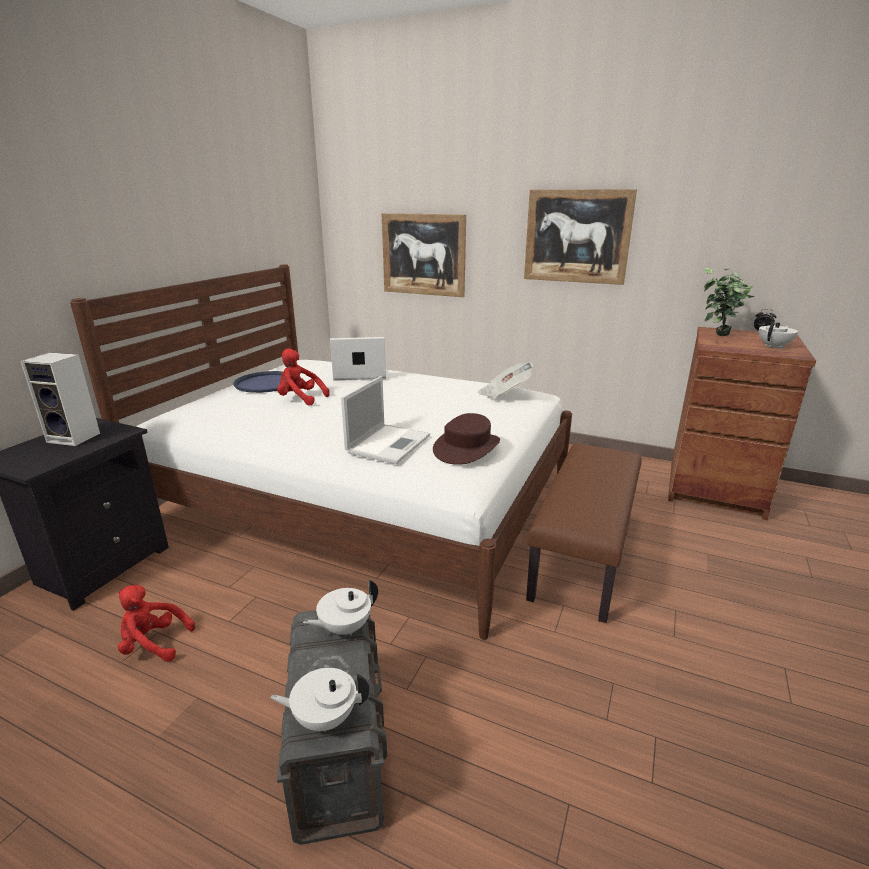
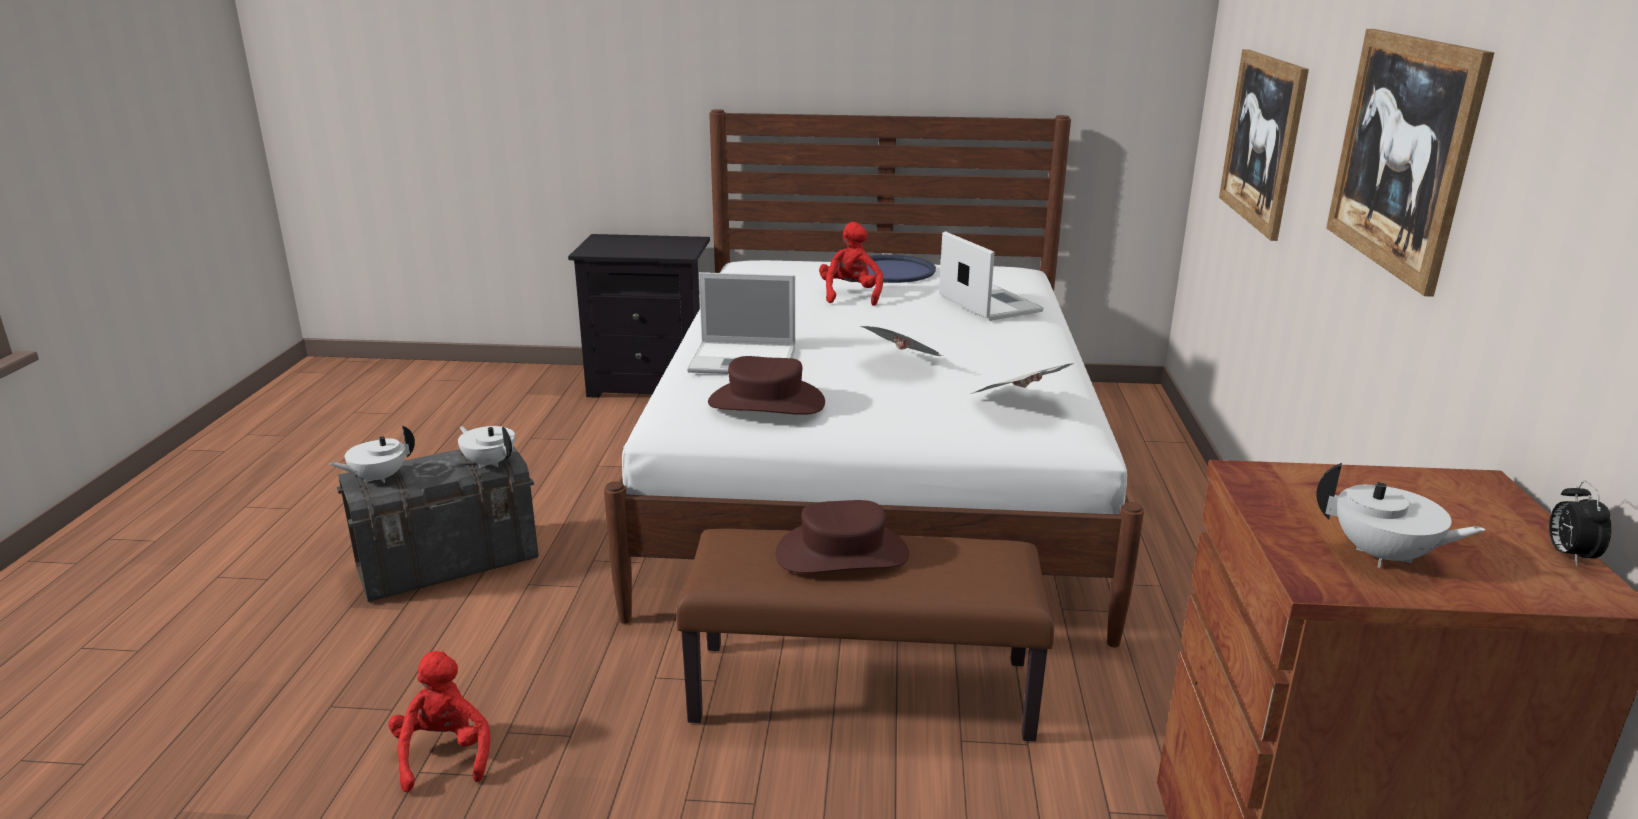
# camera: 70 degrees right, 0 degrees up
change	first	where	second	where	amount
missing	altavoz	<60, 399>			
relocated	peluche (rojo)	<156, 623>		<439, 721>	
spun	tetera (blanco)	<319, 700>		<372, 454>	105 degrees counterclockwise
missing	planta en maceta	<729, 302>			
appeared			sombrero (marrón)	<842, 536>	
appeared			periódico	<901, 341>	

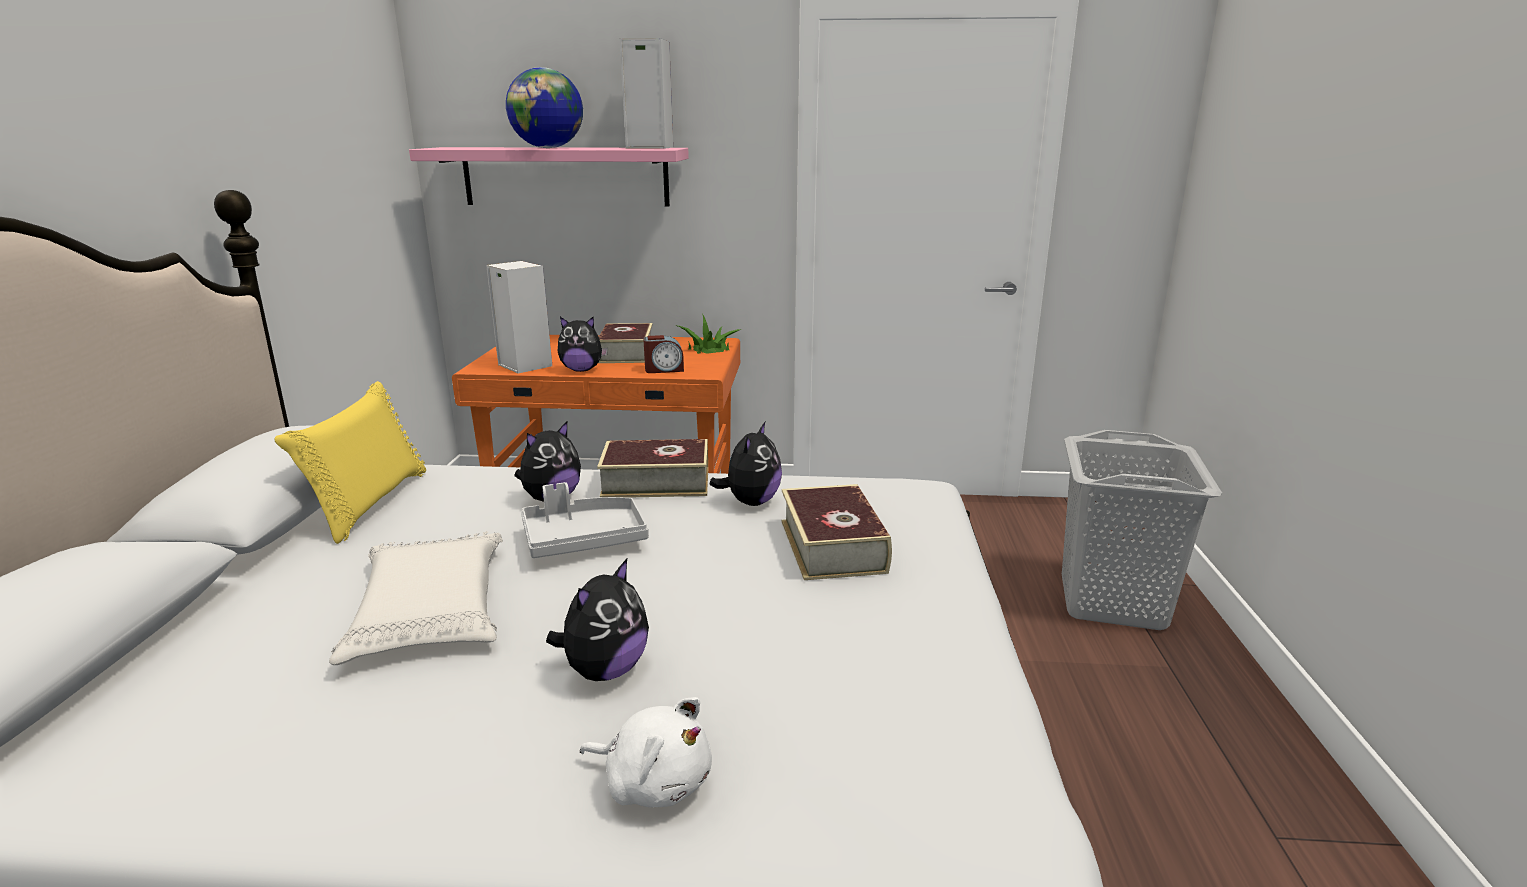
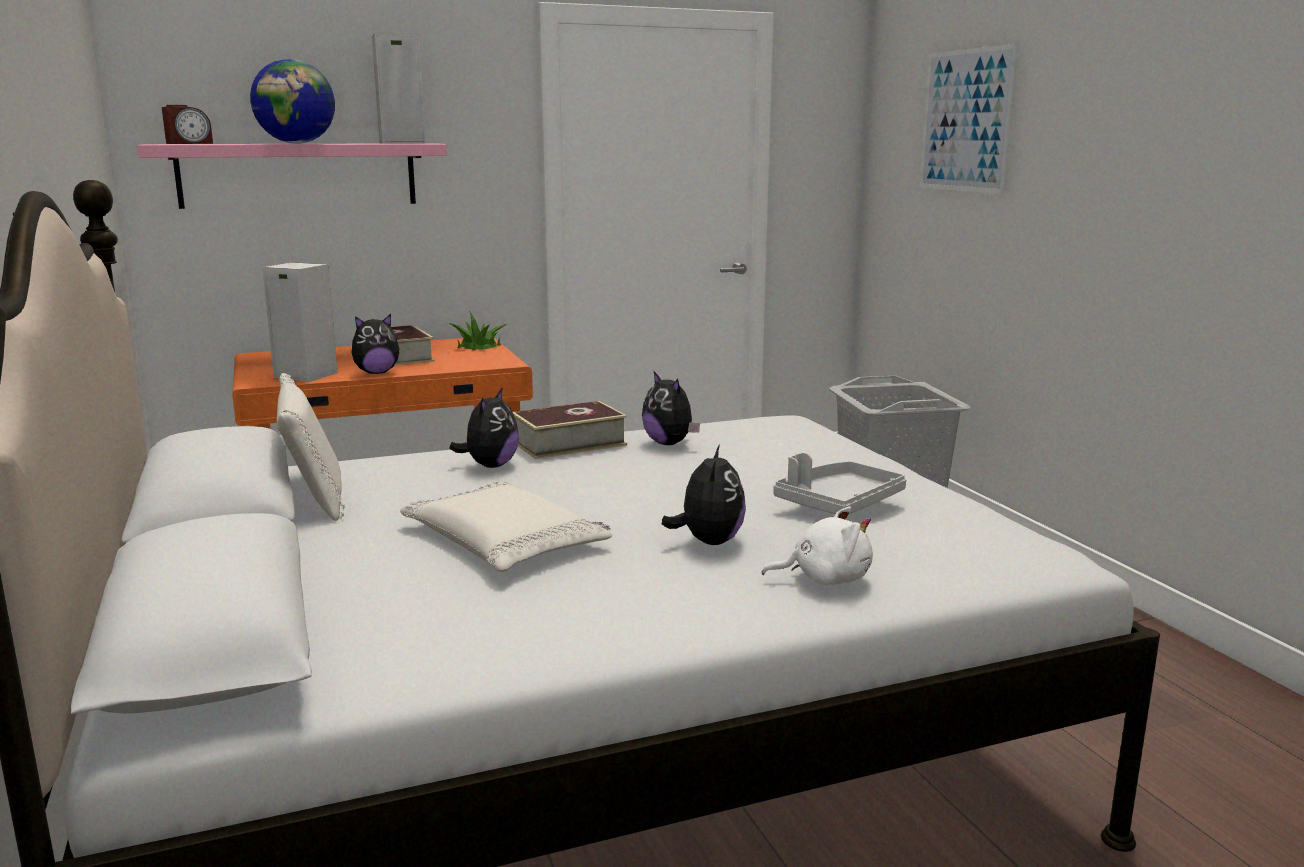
# camera: 25 degrees left, 5 degrees down
change	first	where	second	where	amount
colour	cojín (amarillo)	<350, 462>	cojín (blanco)	<311, 447>	
relocated	bandeja (gris)	<585, 520>		<840, 483>	
relocated	despertador	<663, 354>		<187, 124>	
spun	peluche	<746, 464>		<671, 408>	150 degrees clockwise
missing	libro	<836, 532>			
appeared			cuadro	<969, 118>	

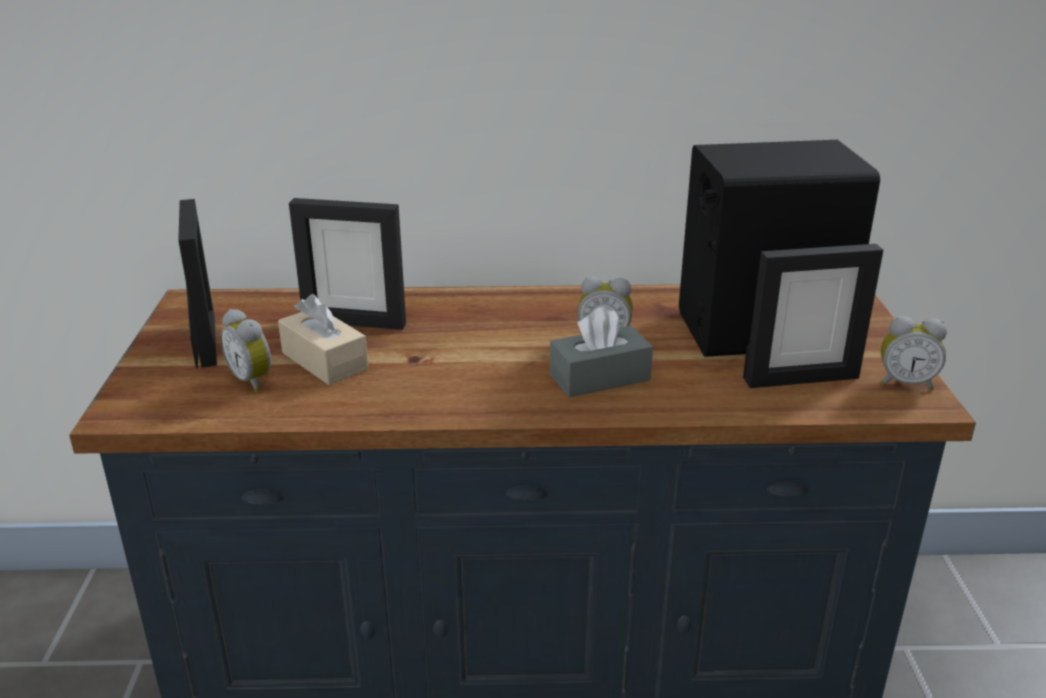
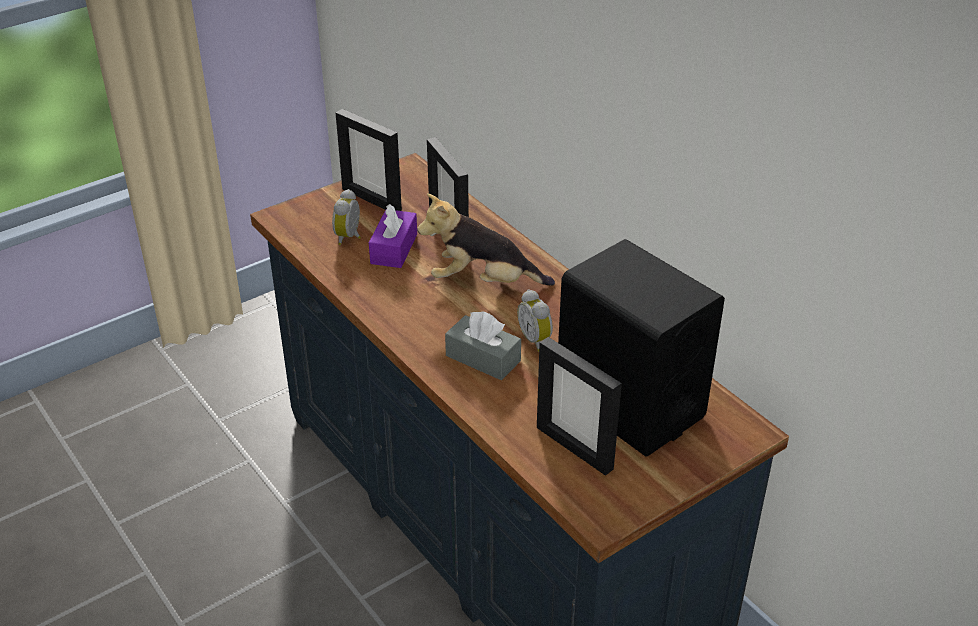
# camera: 55 degrees right, 10 degrees up
change	first	where	second	where	amount
spun	portarretratos	<197, 283>		<369, 160>	90 degrees clockwise
colour	caja de pañuelos (beis)	<323, 339>	caja de pañuelos (morado)	<393, 236>	
missing	despertador	<914, 353>			
appeared			peluche	<486, 239>	

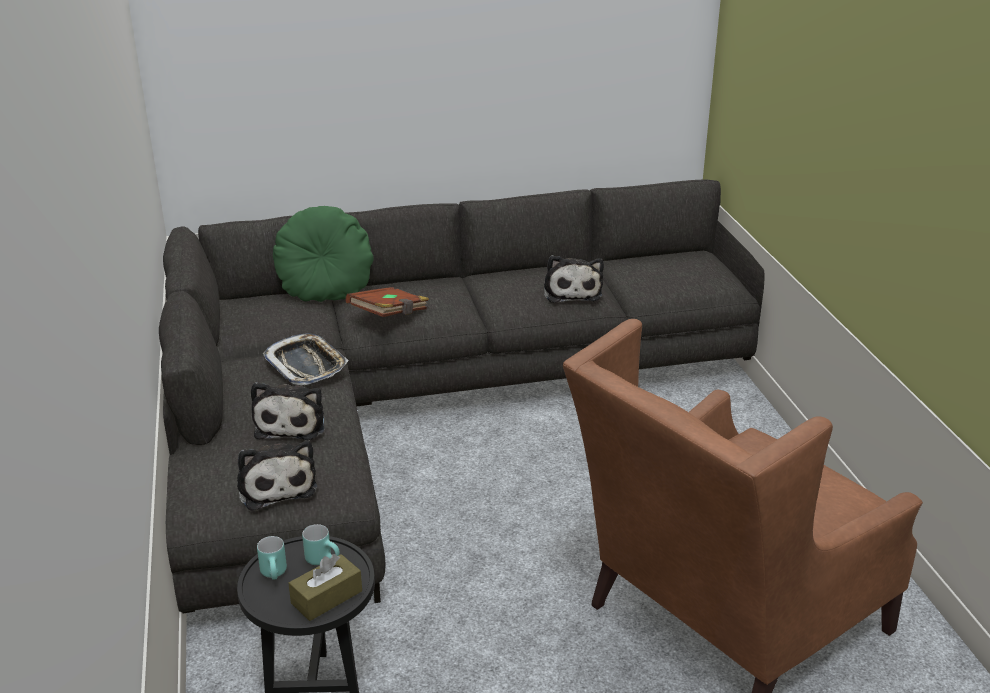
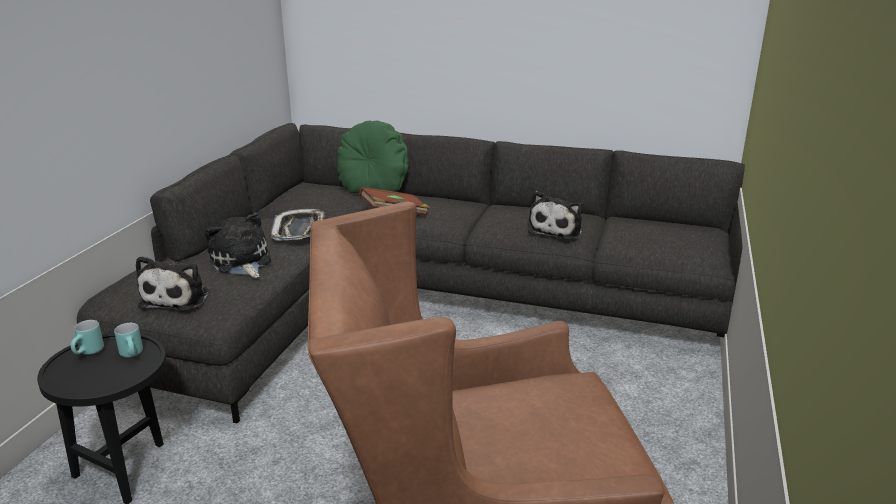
# camera: 30 degrees right, 5 degrees down
change	first	where	second	where	amount
spun	peluche	<287, 411>		<238, 245>	120 degrees clockwise
missing	caja de pañuelos (marrón)	<325, 587>			

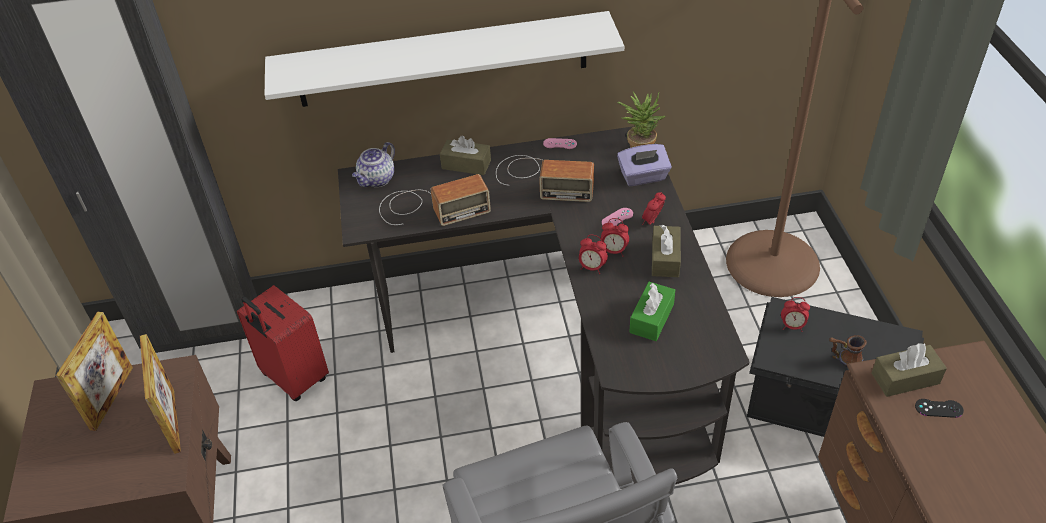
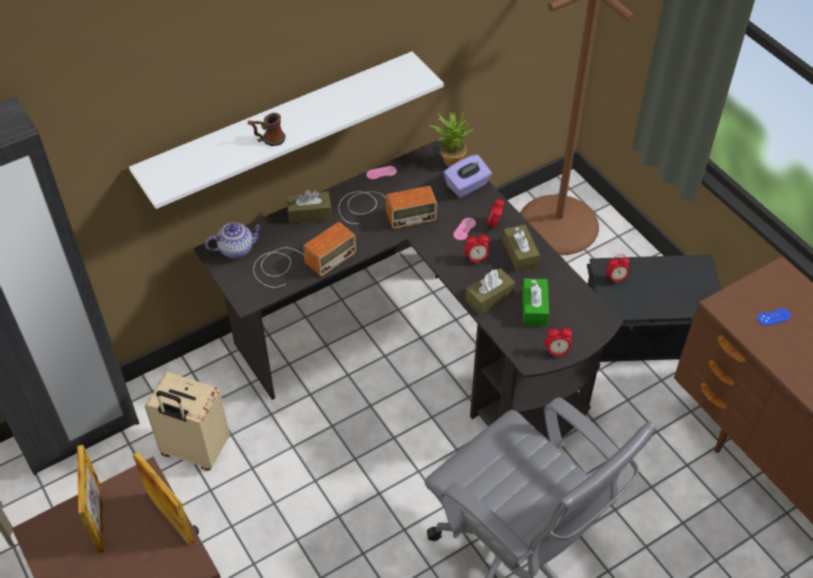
# camera: 25 degrees left, 5 degrees up
change	first	where	second	where	amount
colour	maleta (rojo)	<283, 343>	maleta (beis)	<187, 421>	
spun	tetera	<373, 164>		<233, 240>	120 degrees counterclockwise
relocated	despertador	<593, 254>		<558, 341>	
relocated	taza grande	<848, 351>		<267, 129>	
relocated	caja de pañuelos (marrón)	<909, 370>		<490, 291>	
colour	mando de consola (negro)	<939, 408>	mando de consola (azul)	<774, 317>	

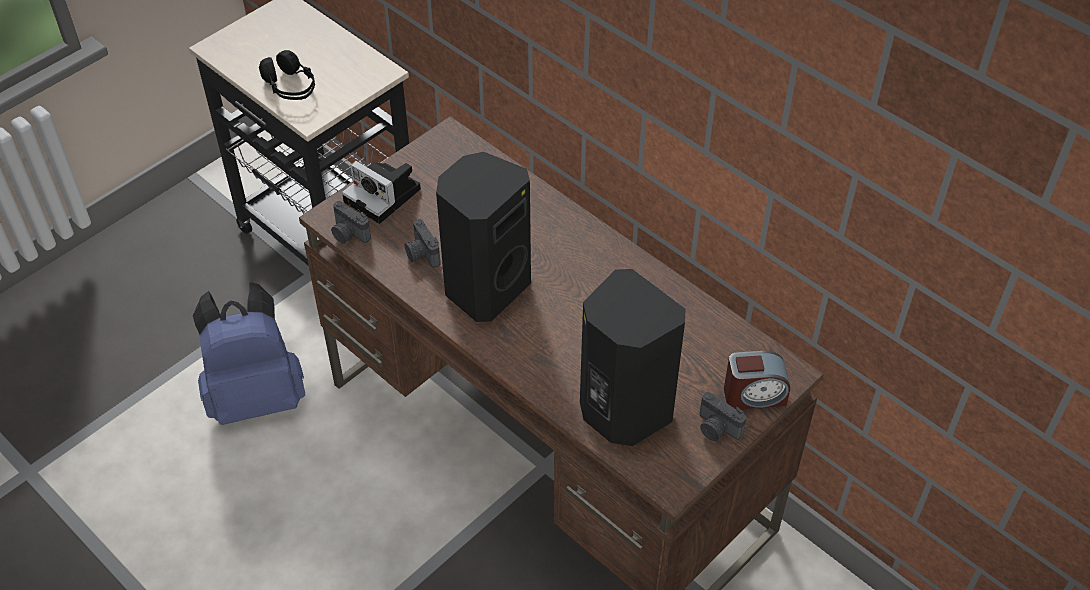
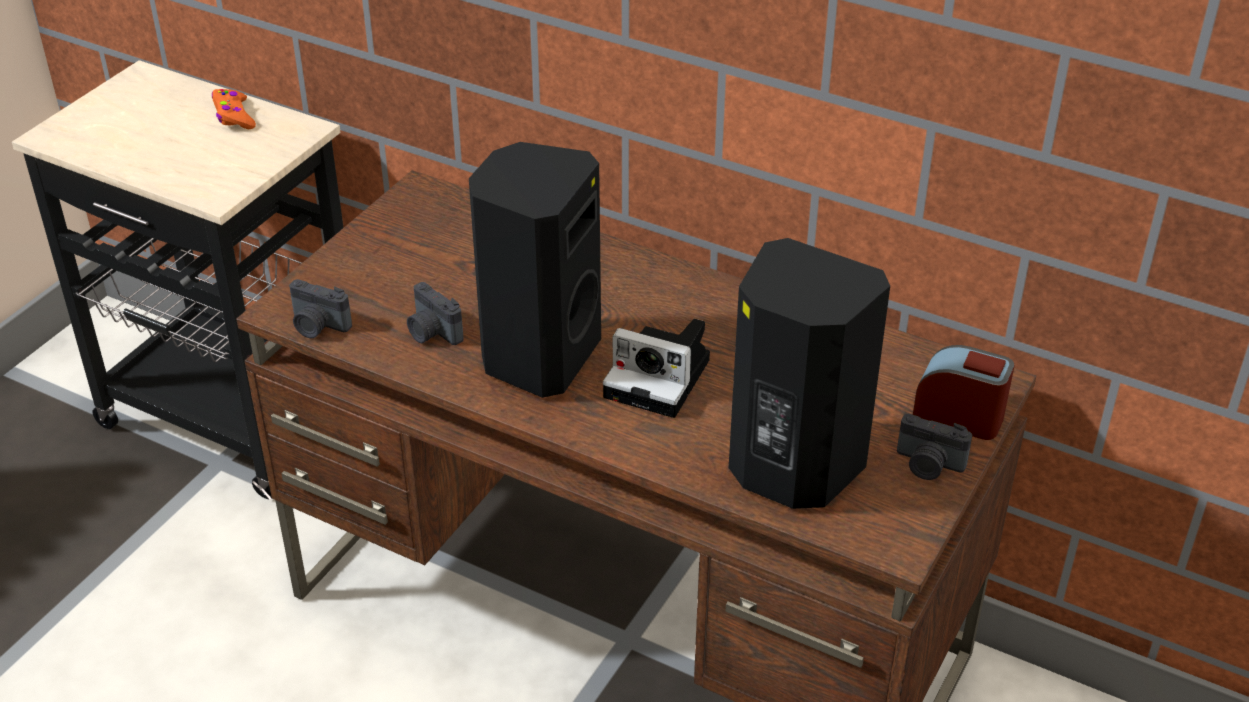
# camera: 15 degrees left, 10 degrees down
change	first	where	second	where	amount
missing	mochila (azul)	<249, 353>			
missing	auriculares (negro)	<287, 75>			
relocated	cámara	<381, 192>		<656, 368>	
spun	despertador	<757, 380>		<964, 392>	135 degrees counterclockwise
appeared			mando de consola (naranja)	<234, 109>	

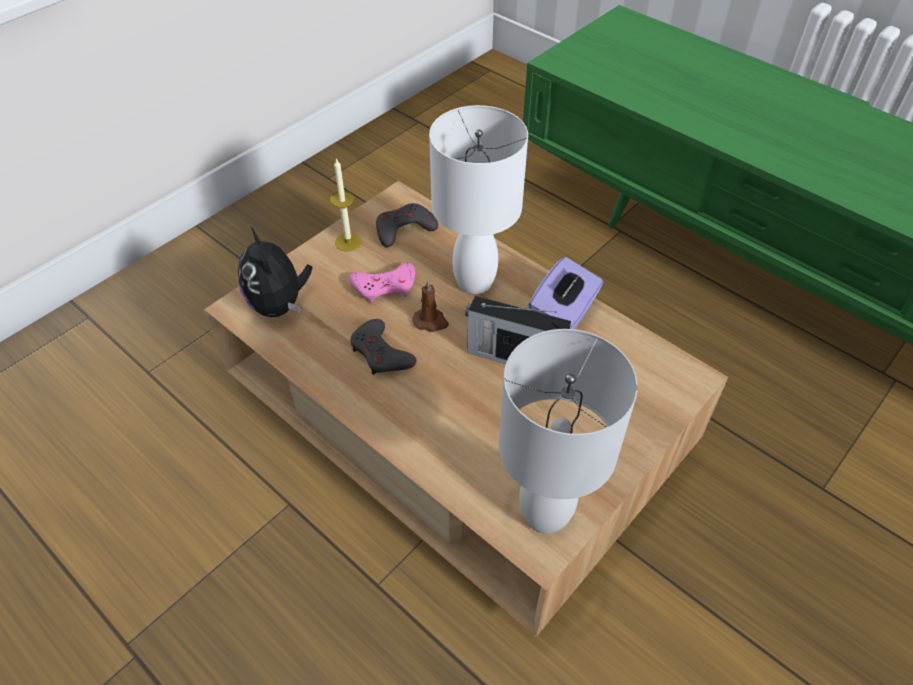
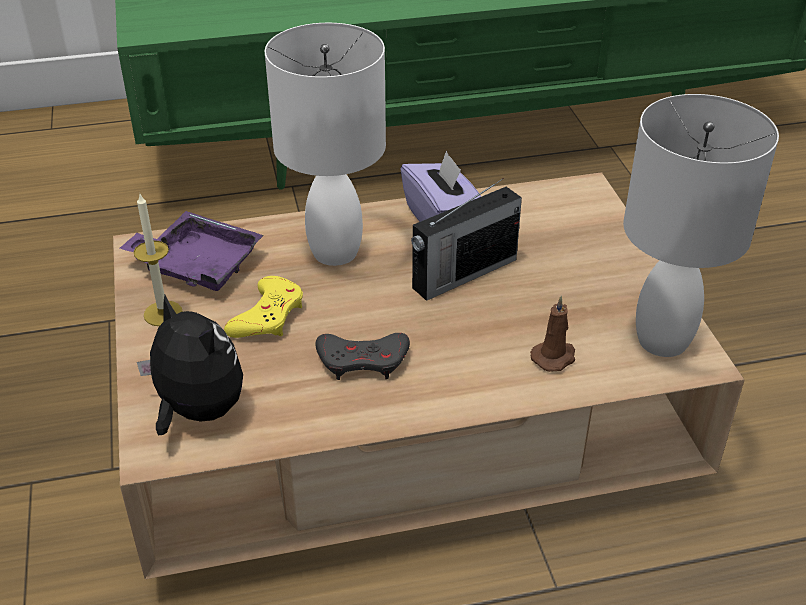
# camera: 55 degrees left, 10 degrees down
change	first	where	second	where	amount
spun	peluche	<275, 272>		<190, 365>	150 degrees counterclockwise
colour	mando de consola (rosa)	<382, 283>	mando de consola (amarillo)	<263, 307>	
exchanged	mando de consola (gris)	<407, 225>	bandeja (morado)	<192, 251>	
relocated	vela (marrón)	<430, 306>		<552, 333>	

